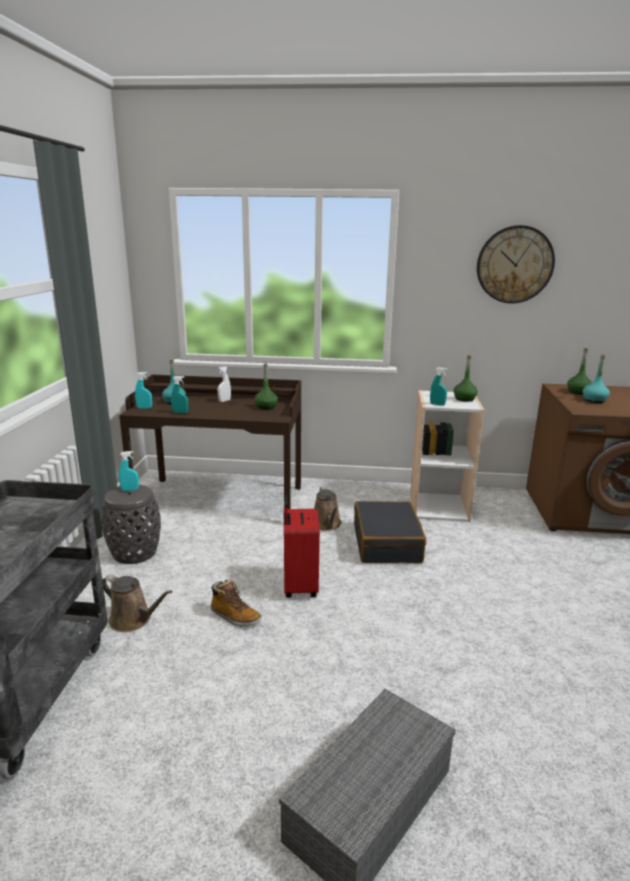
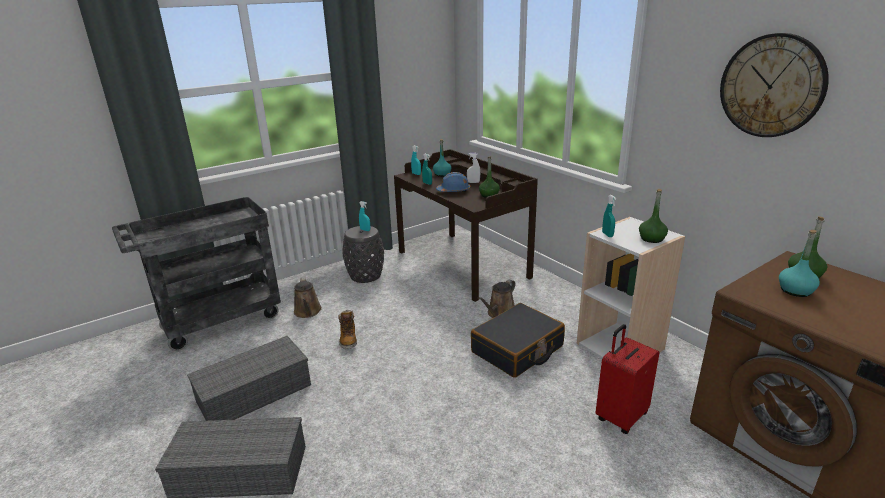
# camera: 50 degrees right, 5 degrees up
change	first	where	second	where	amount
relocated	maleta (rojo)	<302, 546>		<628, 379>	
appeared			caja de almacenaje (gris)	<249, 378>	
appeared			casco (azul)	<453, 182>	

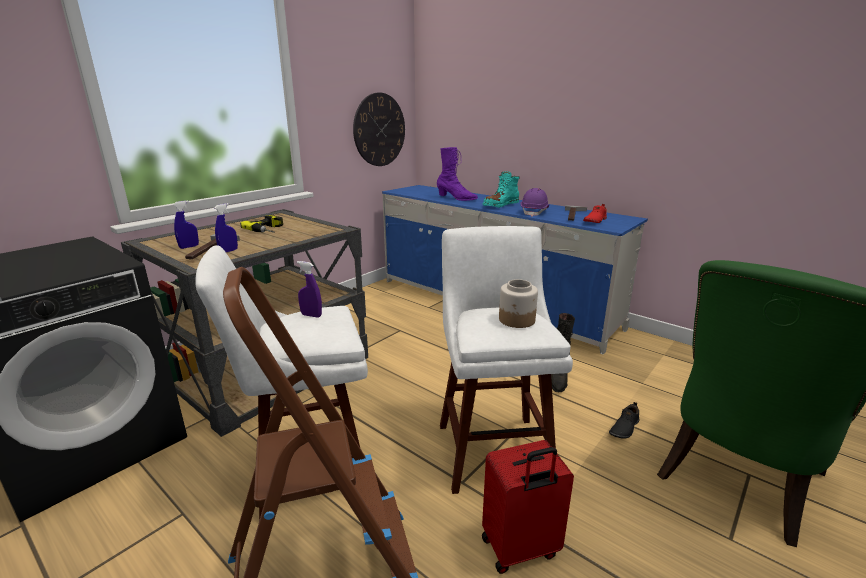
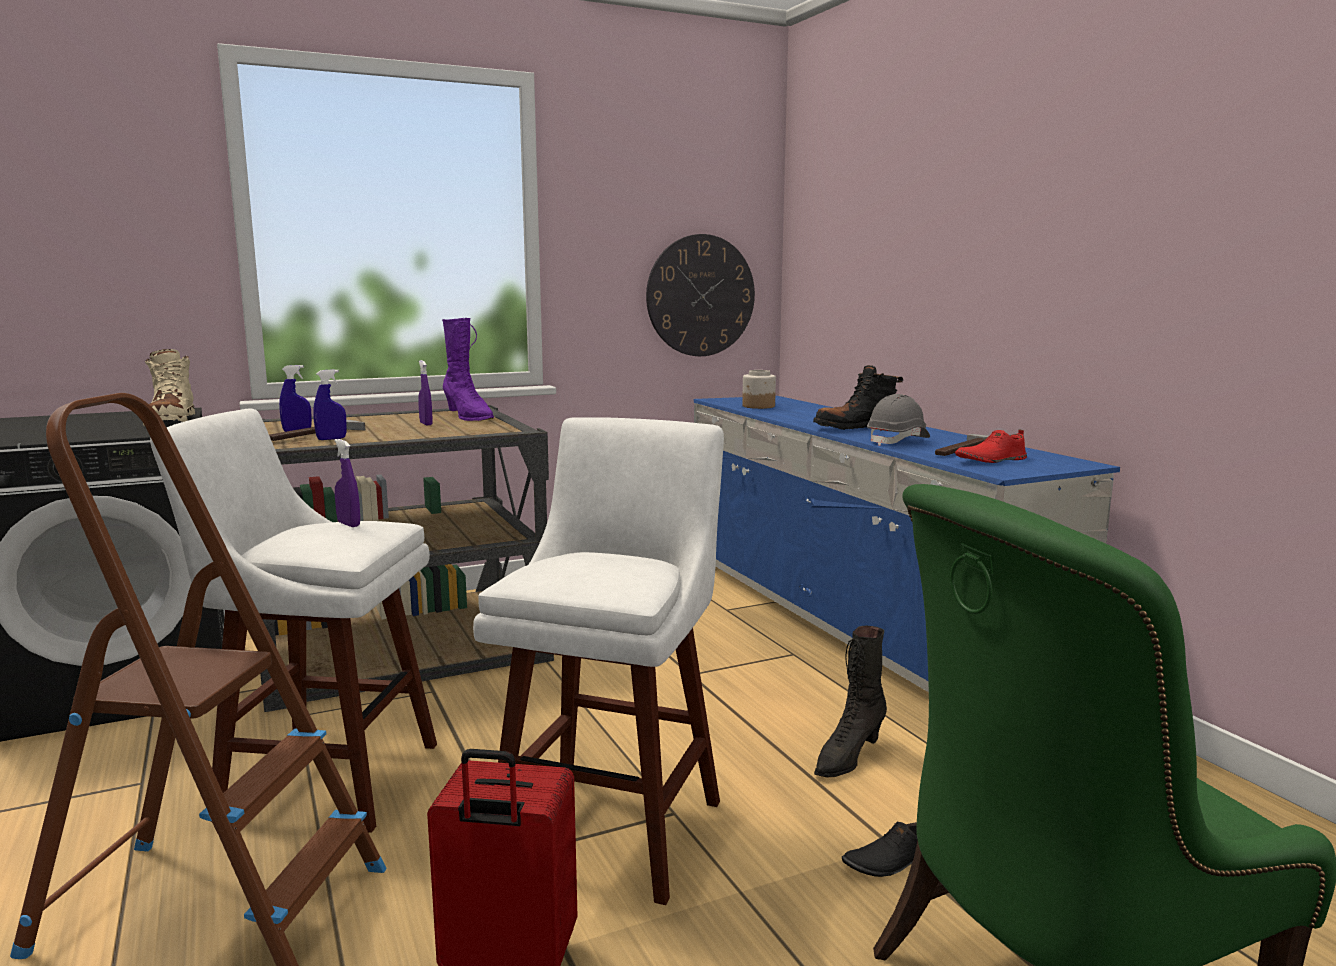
# camera: 25 degrees right, 10 degrees down
change	first	where	second	where	amount
exchanged	taladro	<261, 224>	pulverizador (morado)	<425, 392>	
relocated	bota (morado)	<457, 174>		<468, 369>	
colour	bota (turquesa)	<501, 189>	bota (negro)	<858, 397>	
relocated	tarro	<518, 303>		<759, 389>	
colour	casco (morado)	<534, 202>	casco (gris)	<898, 420>	
appeared			bota (beis)	<169, 387>	

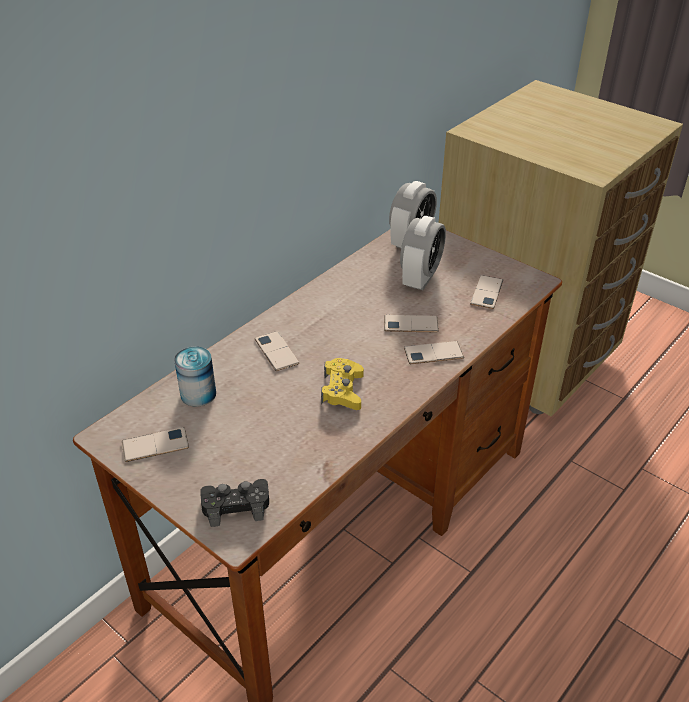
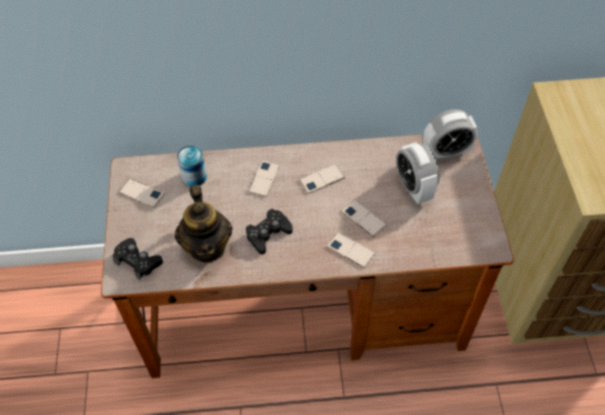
# camera: 45 degrees right, 15 degrees up
change	first	where	second	where	amount
colour	mando de consola (amarillo)	<342, 384>	mando de consola (negro)	<269, 231>	
spun	despertador	<423, 253>		<418, 173>	90 degrees clockwise
relocated	móvil	<486, 292>		<322, 179>	
appeared			tetera	<204, 224>	

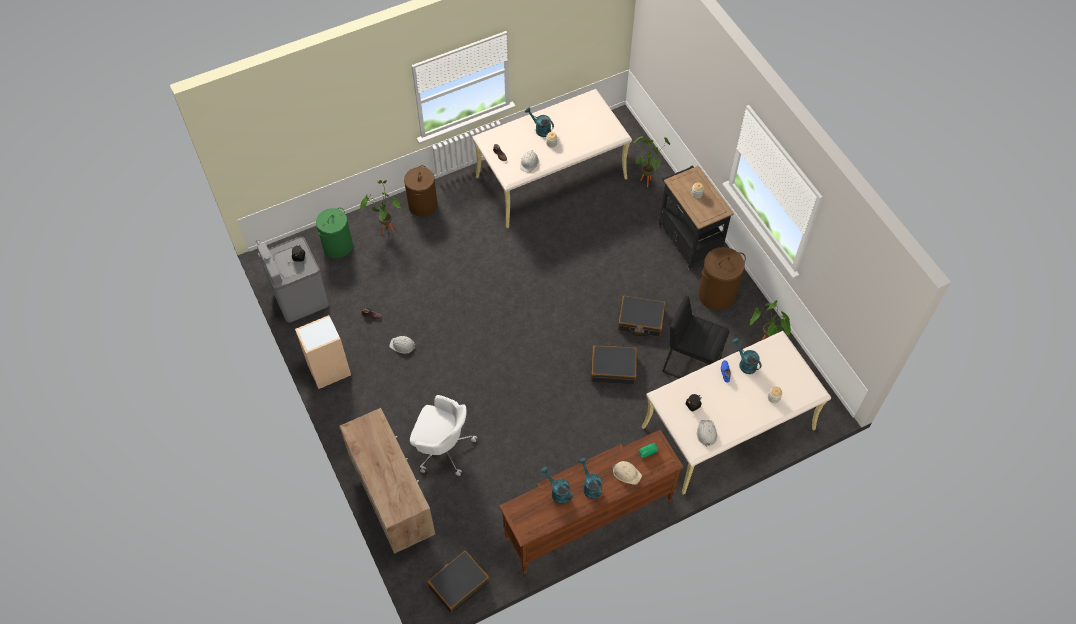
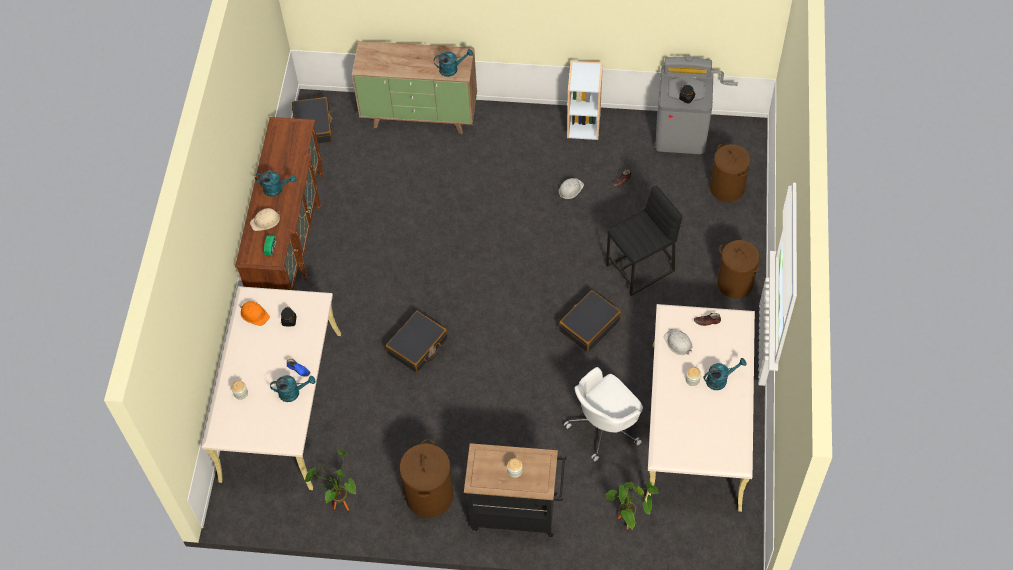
# camera: 125 degrees right, 0 degrees up
change	first	where	second	where	amount
colour	cesto de la ropa (verde)	<334, 232>	cesto de la ropa (marrón)	<730, 173>	
missing	planta en maceta	<380, 207>			
relocated	silla de oficina (blanco)	<443, 435>		<603, 414>	
relocated	regadera (turquesa)	<557, 485>		<453, 63>	
relocated	maleta (negro)	<641, 316>		<590, 321>	
relocated	taburete (negro)	<695, 337>		<644, 241>	
colour	casco (blanco)	<707, 433>	casco (naranja)	<255, 313>	

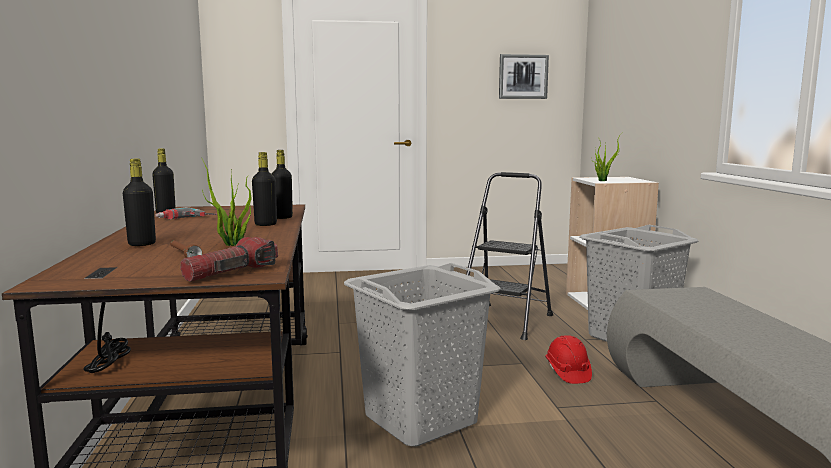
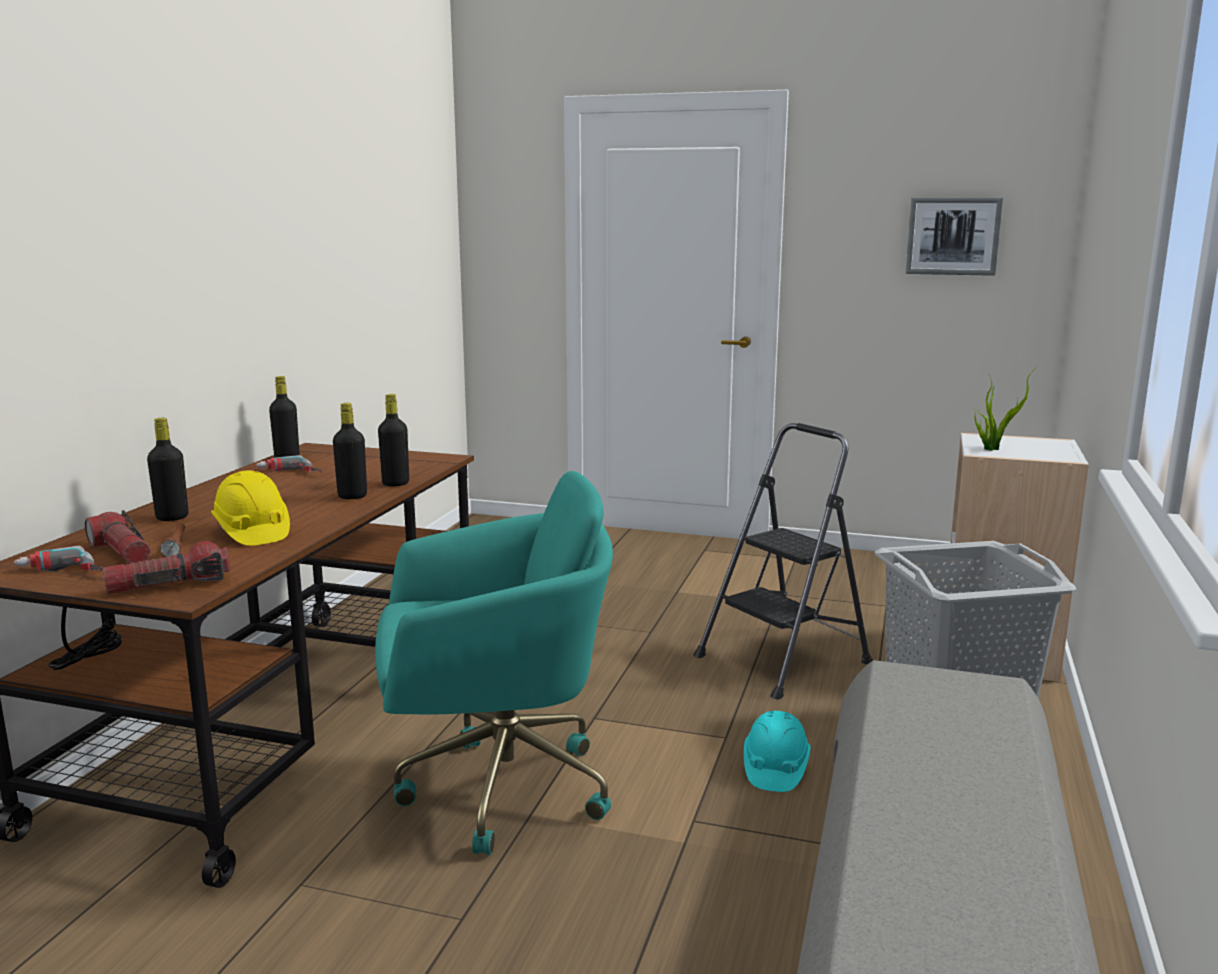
# camera: 25 degrees right, 5 degrees up
change	first	where	second	where	amount
exchanged	planta en maceta	<227, 202>	casco (amarillo)	<250, 508>	
exchanged	cesto de la ropa (gris)	<422, 354>	silla de oficina (turquesa)	<494, 663>	
colour	casco (rojo)	<568, 359>	casco (turquesa)	<777, 751>	
appeared			taladro	<58, 558>	
appeared			linterna	<118, 536>	

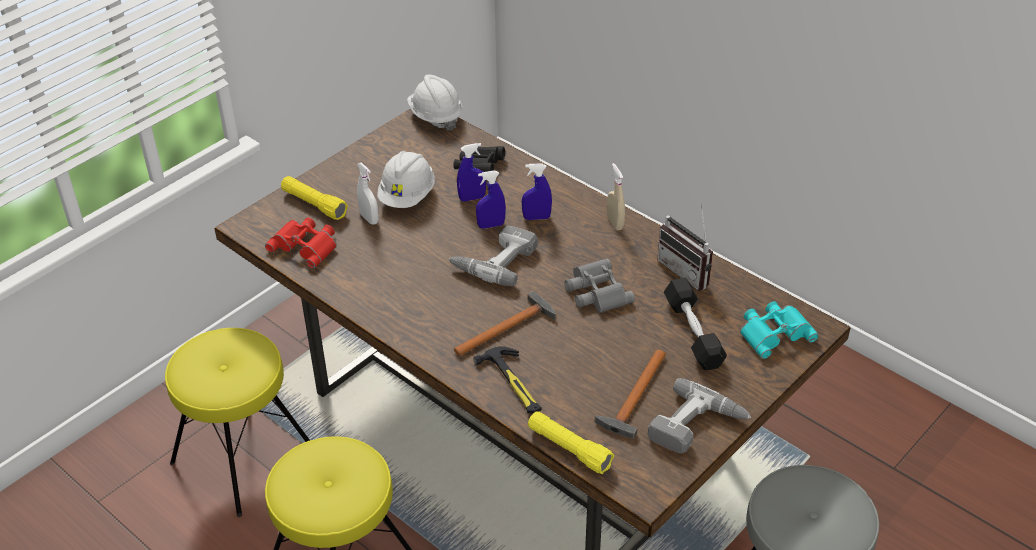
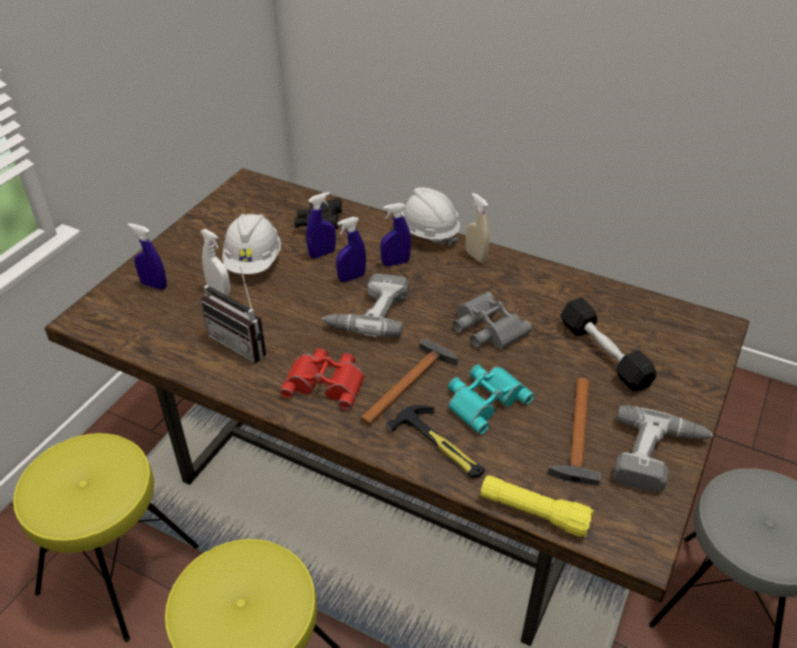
# camera: 15 degrees left, 0 degrees up
change	first	where	second	where	amount
relocated	prismáticos (rojo)	<301, 243>		<322, 379>	
exchanged	linterna (amarillo)	<314, 198>	pulverizador (azul)	<147, 256>	
relocated	casco (blanco)	<435, 103>		<426, 216>	
relocated	radio	<685, 248>		<233, 315>	
relocated	prismáticos (turquesa)	<779, 330>		<491, 399>	

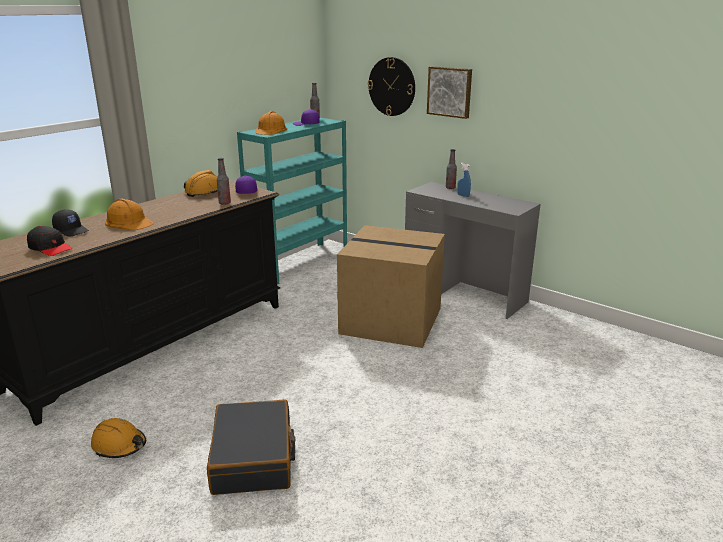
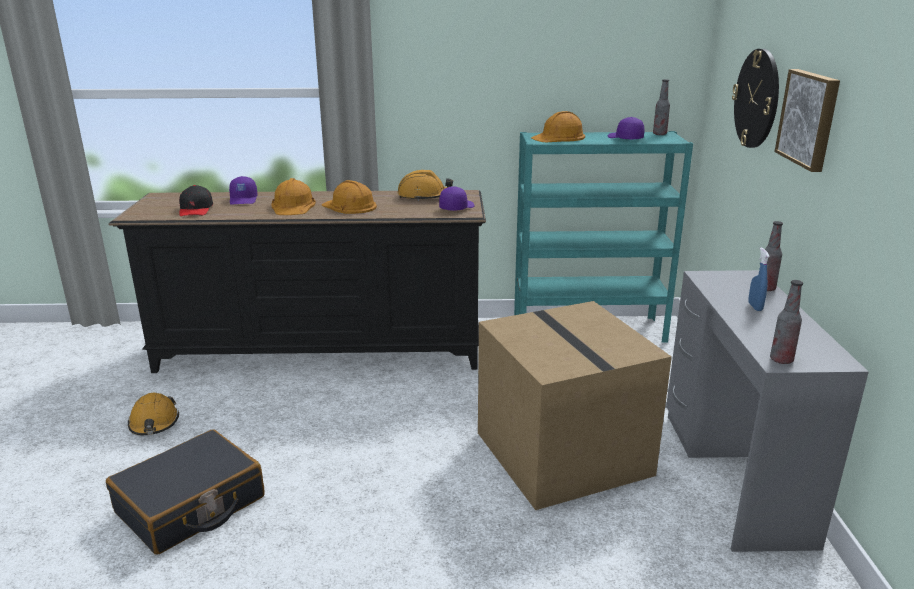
# camera: 50 degrees right, 0 degrees up
change	first	where	second	where	amount
colour	gorra (negro)	<70, 223>	gorra (morado)	<243, 190>	
relocated	botella	<224, 181>		<786, 322>	
appeared			casco (naranja)	<349, 197>	

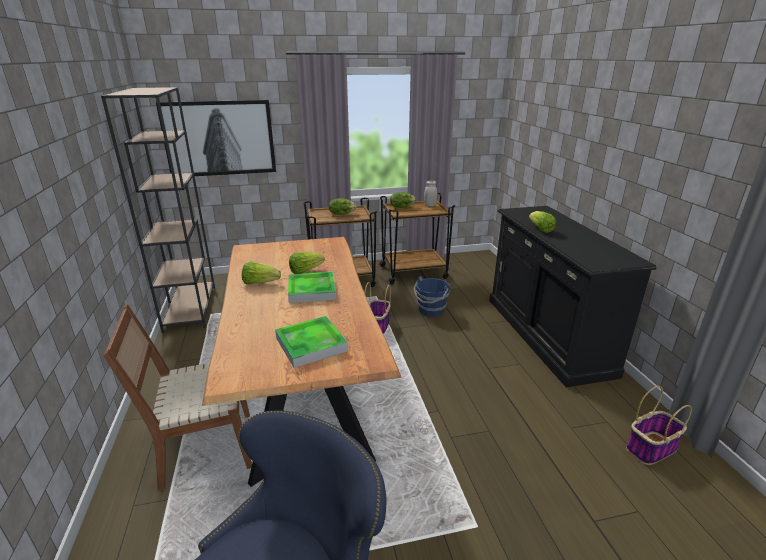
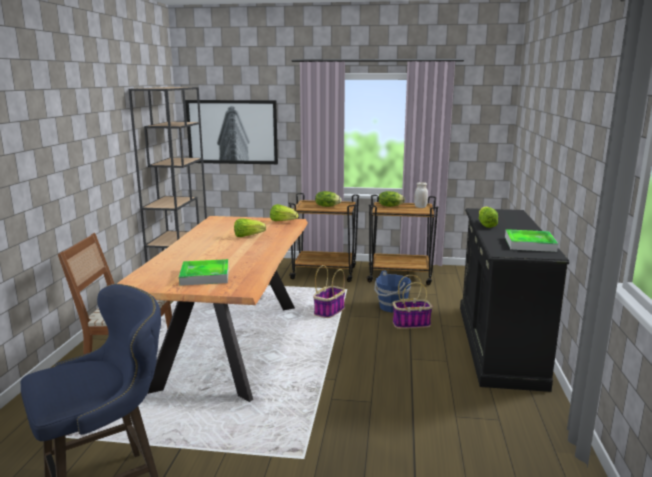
# camera: 20 degrees right, 10 degrees down
change	first	where	second	where	amount
relocated	lechuga	<261, 272>		<284, 212>	
relocated	bandeja	<312, 287>		<531, 240>	
relocated	cesta	<659, 425>		<413, 302>	

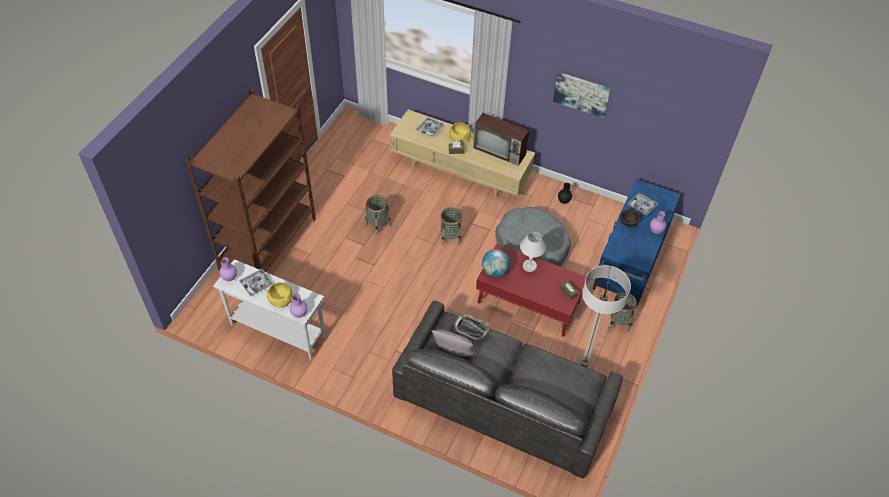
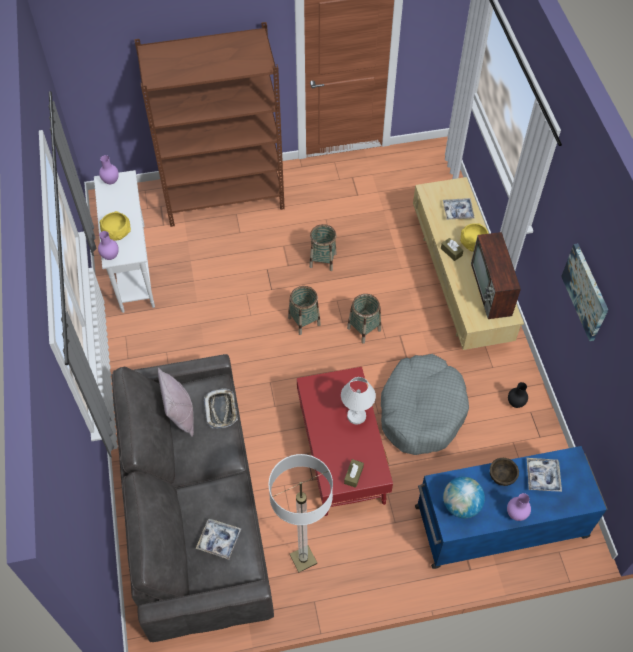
# camera: 55 degrees right, 5 degrees up
change	first	where	second	where	amount
relocated	bandeja	<256, 282>		<218, 539>	
relocated	globo terráqueo	<496, 263>		<464, 497>	
relocated	cesta	<623, 311>		<304, 310>	

